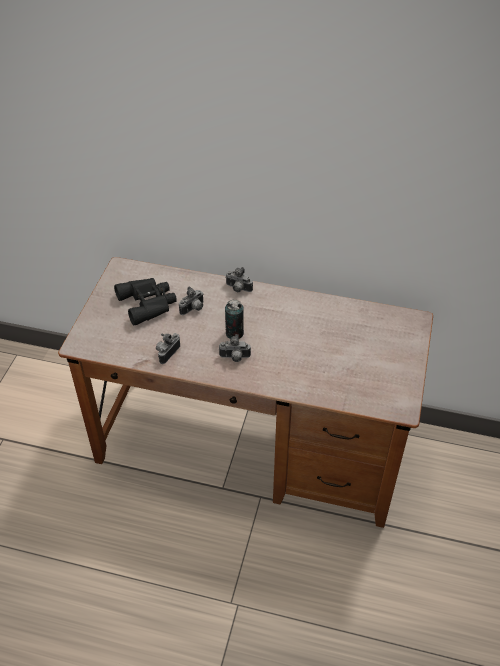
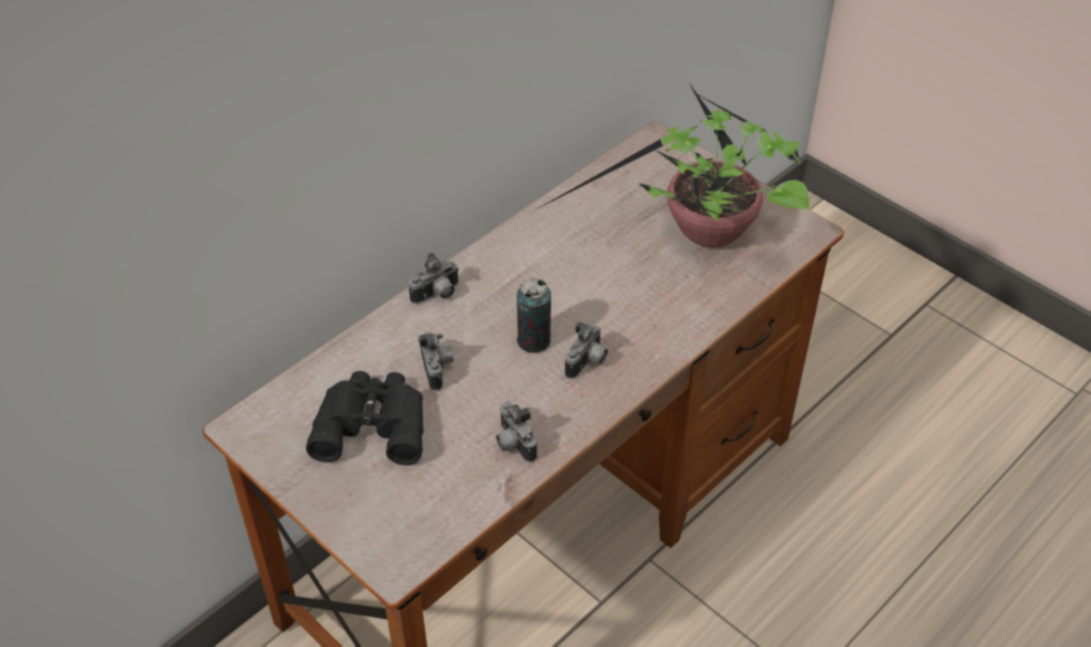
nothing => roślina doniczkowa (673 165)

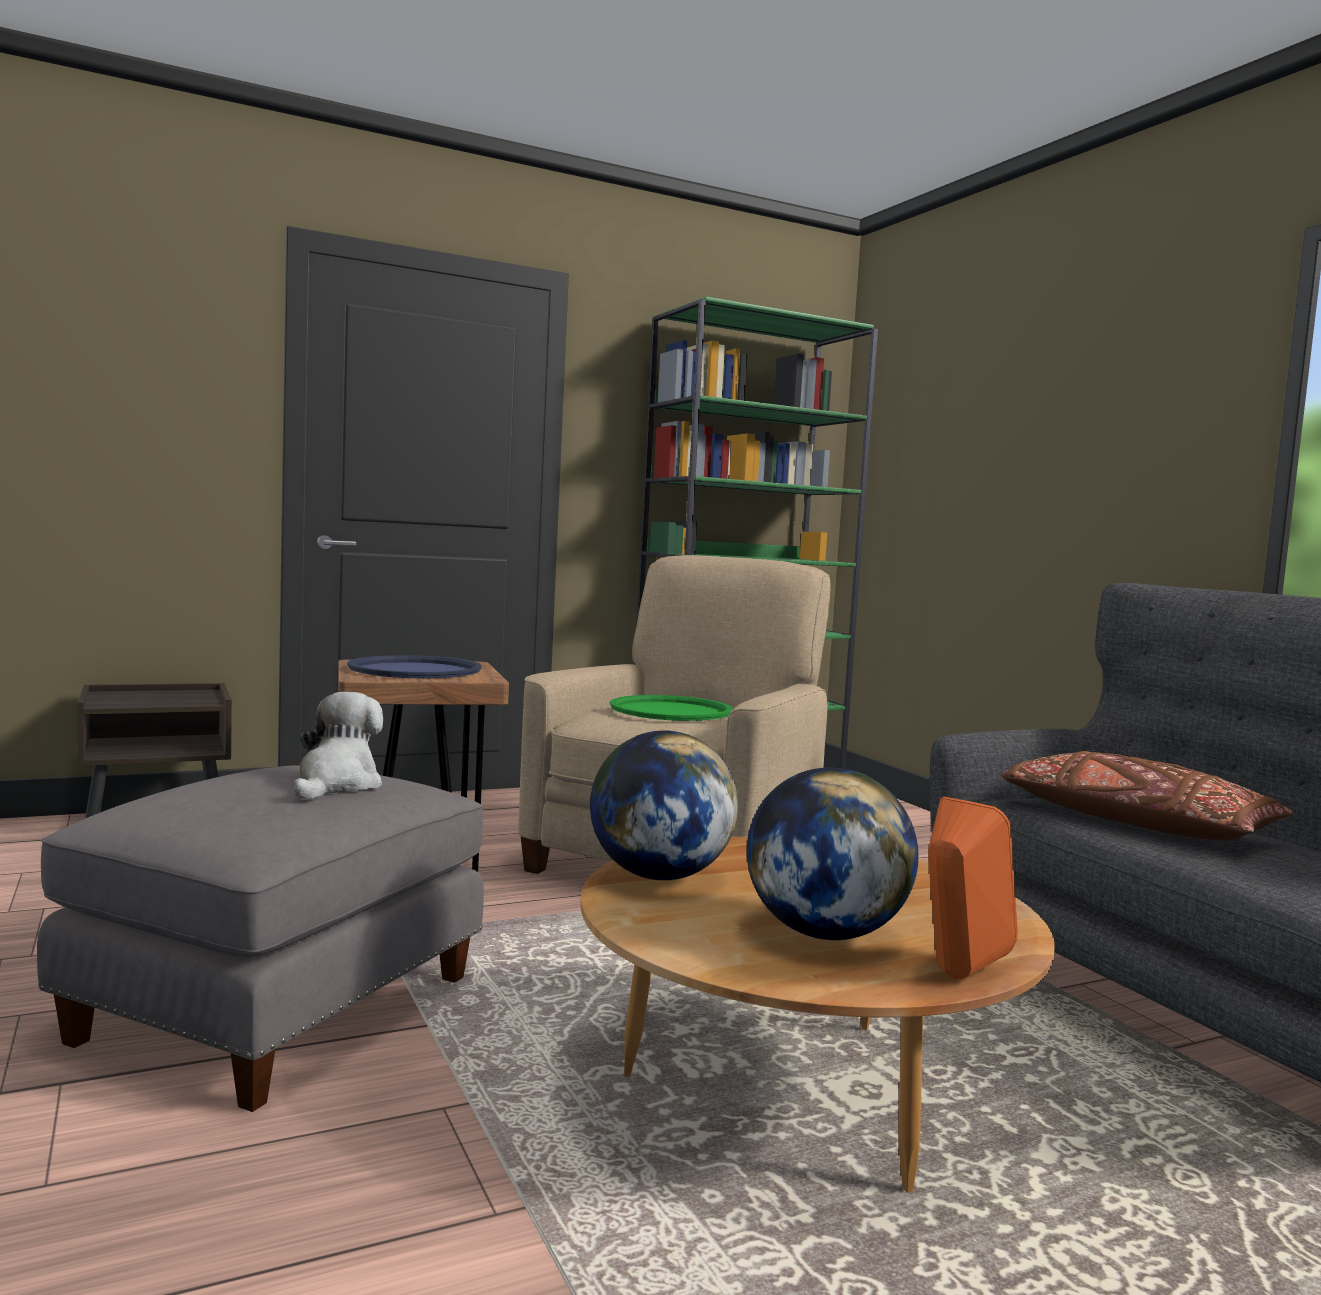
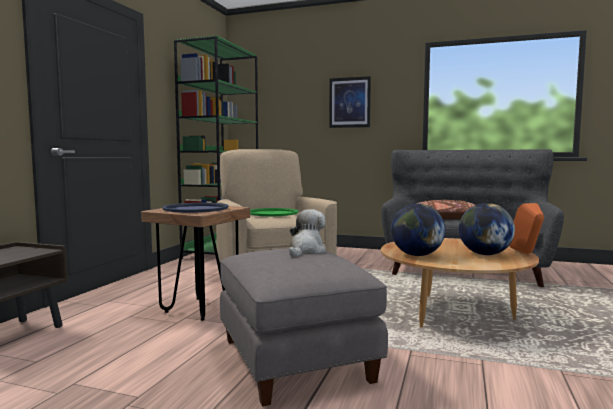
pluszak (338 745) => pluszak (307 233), 60 degrees clockwise
nothing => obraz (350 102)

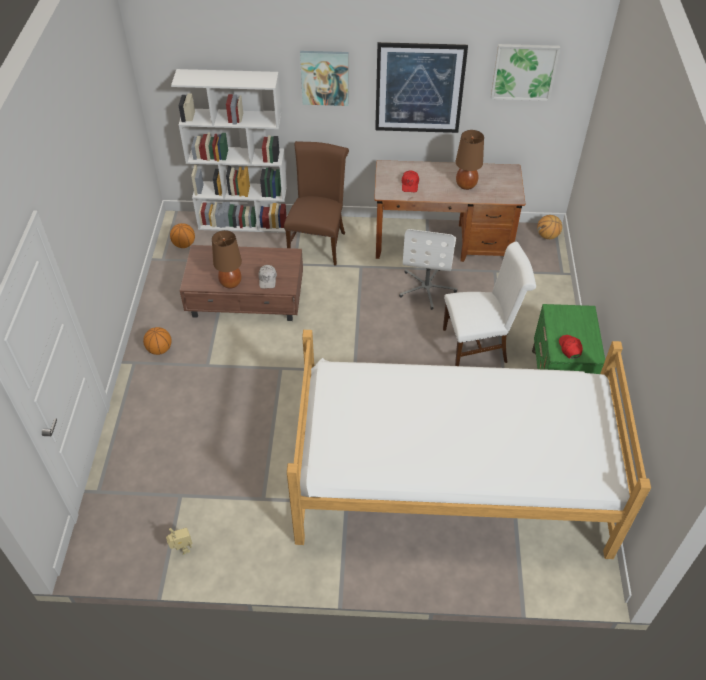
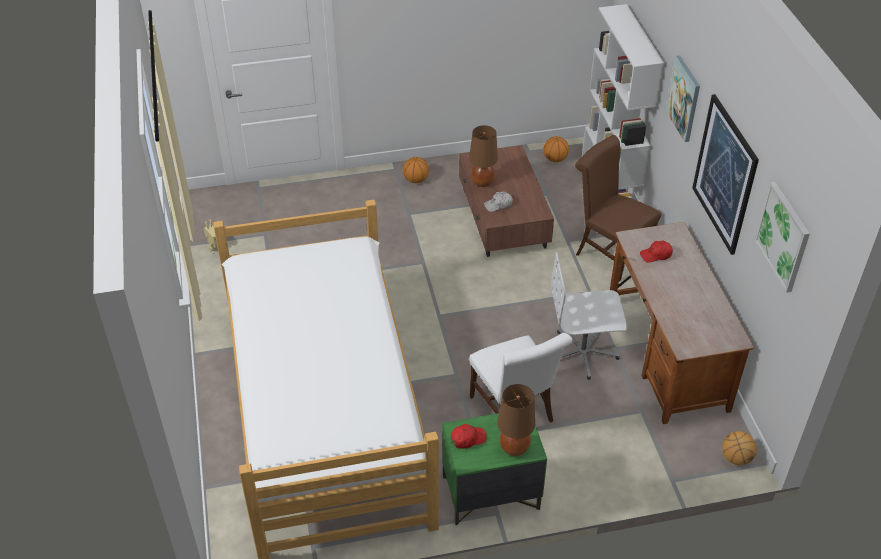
lampa stołowa [brązowy] (470 160) => lampa stołowa [brązowy] (516 420), relocated
krzesło [brązowy] (316 203) => krzesło [brązowy] (618 208), 135 degrees counterclockwise

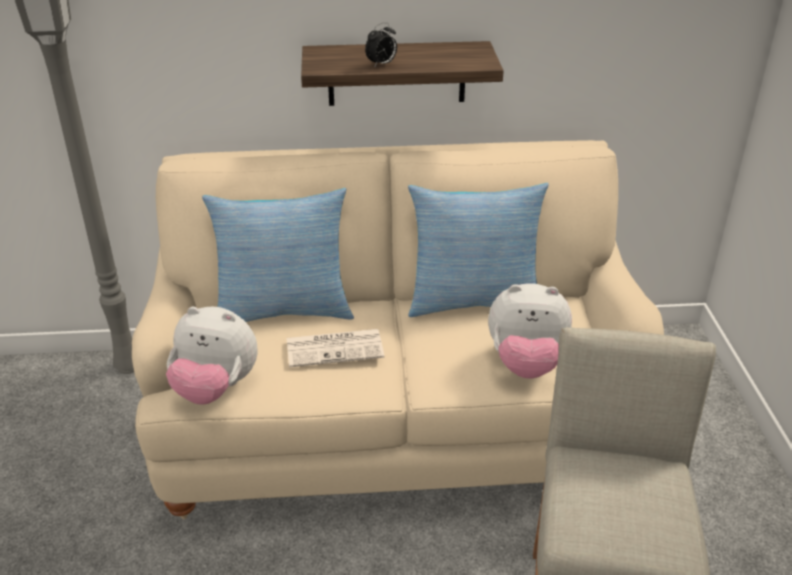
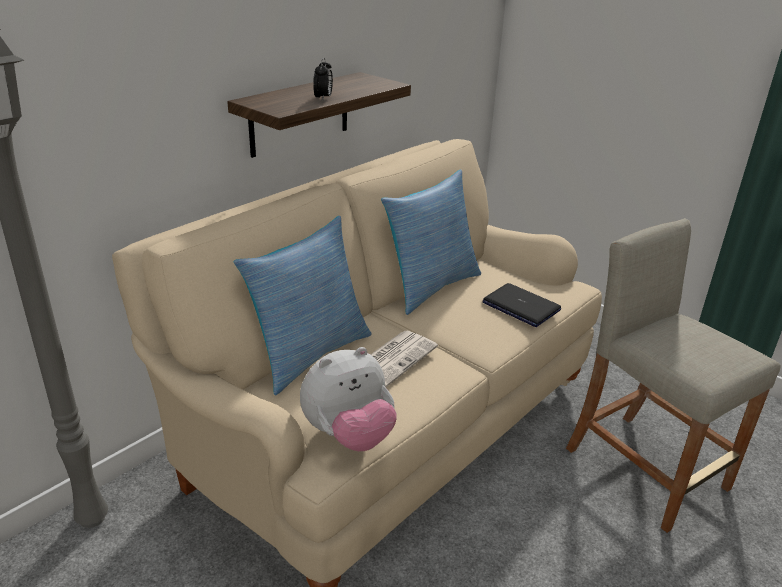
pluszak (530 331) => laptop (521 305)

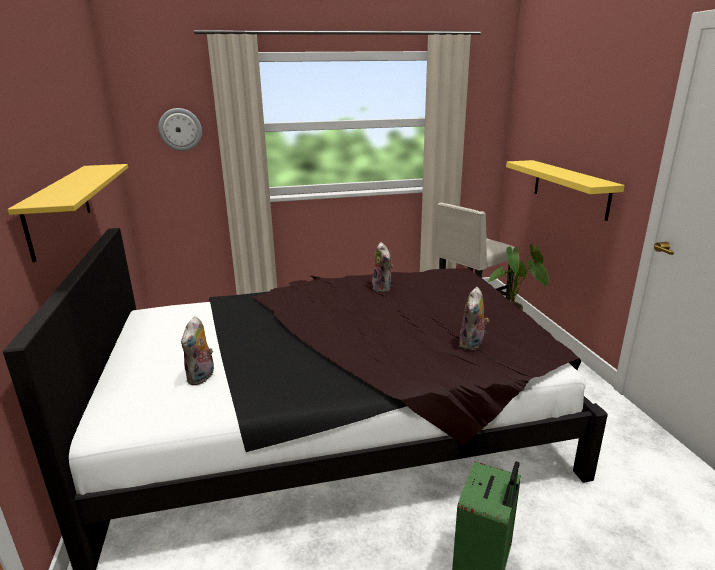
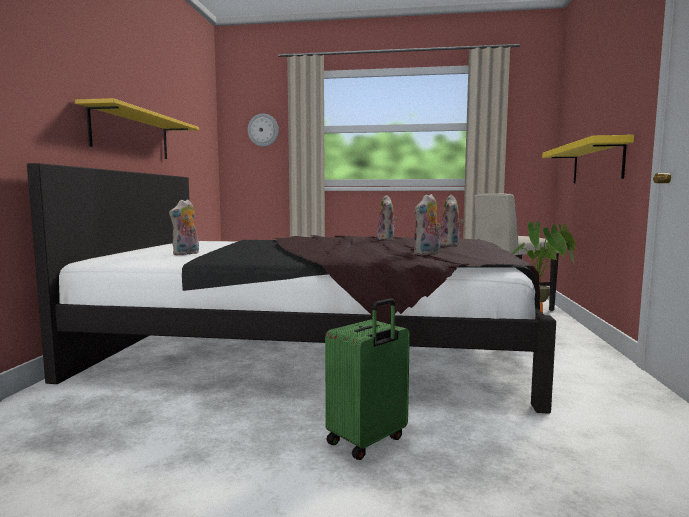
nothing => pluszak (451 220)

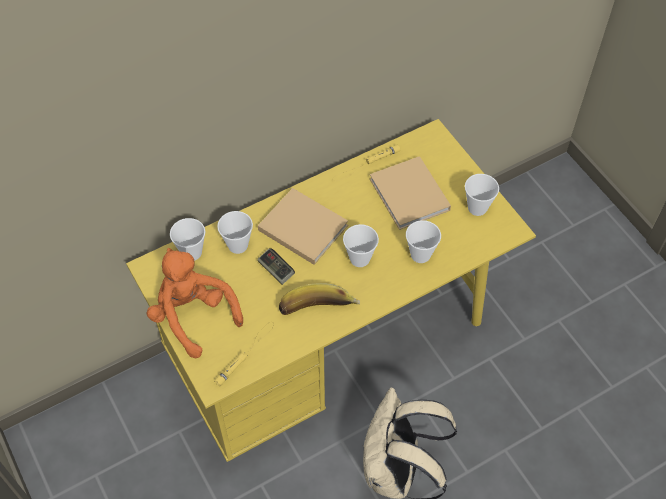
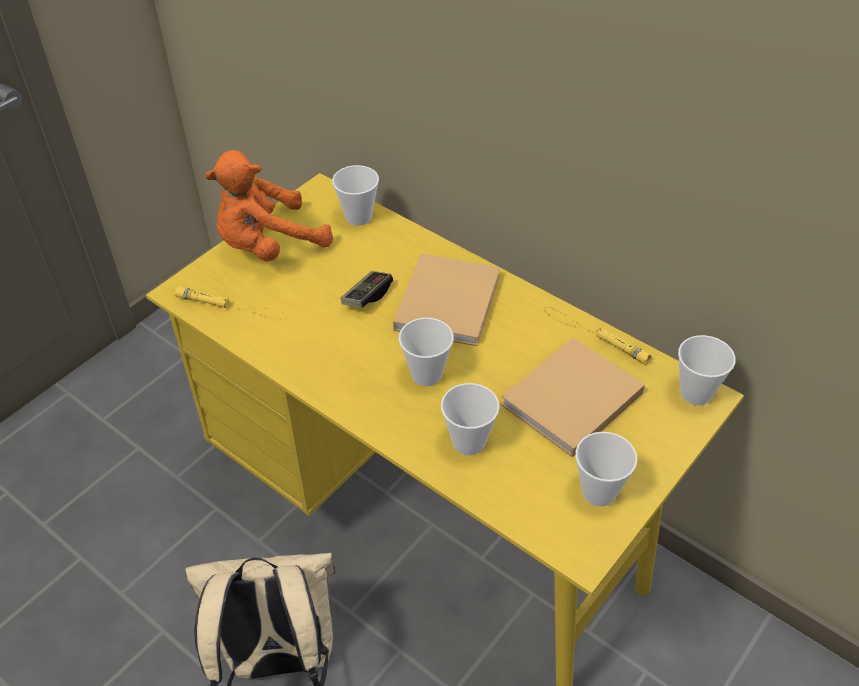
filiżanka (235 232) => filiżanka (707 370), relocated
pluszak [pomarańczowy] (195 303) => pluszak [pomarańczowy] (269 206), 150 degrees counterclockwise
banan (319 299) => nothing

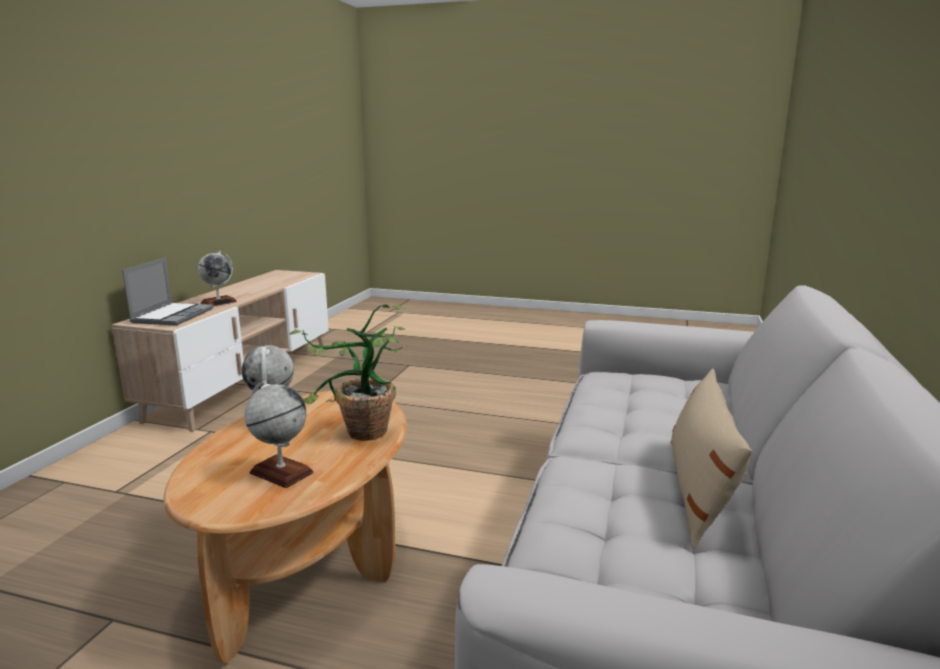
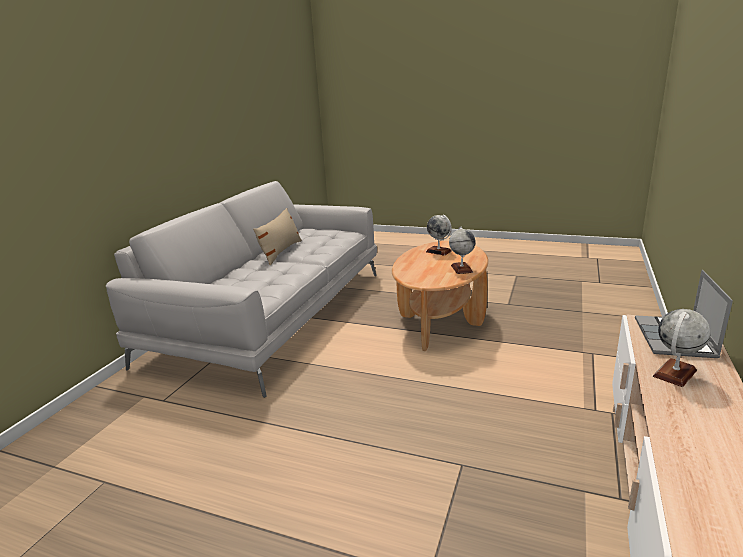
roślina doniczkowa (348 372) => nothing

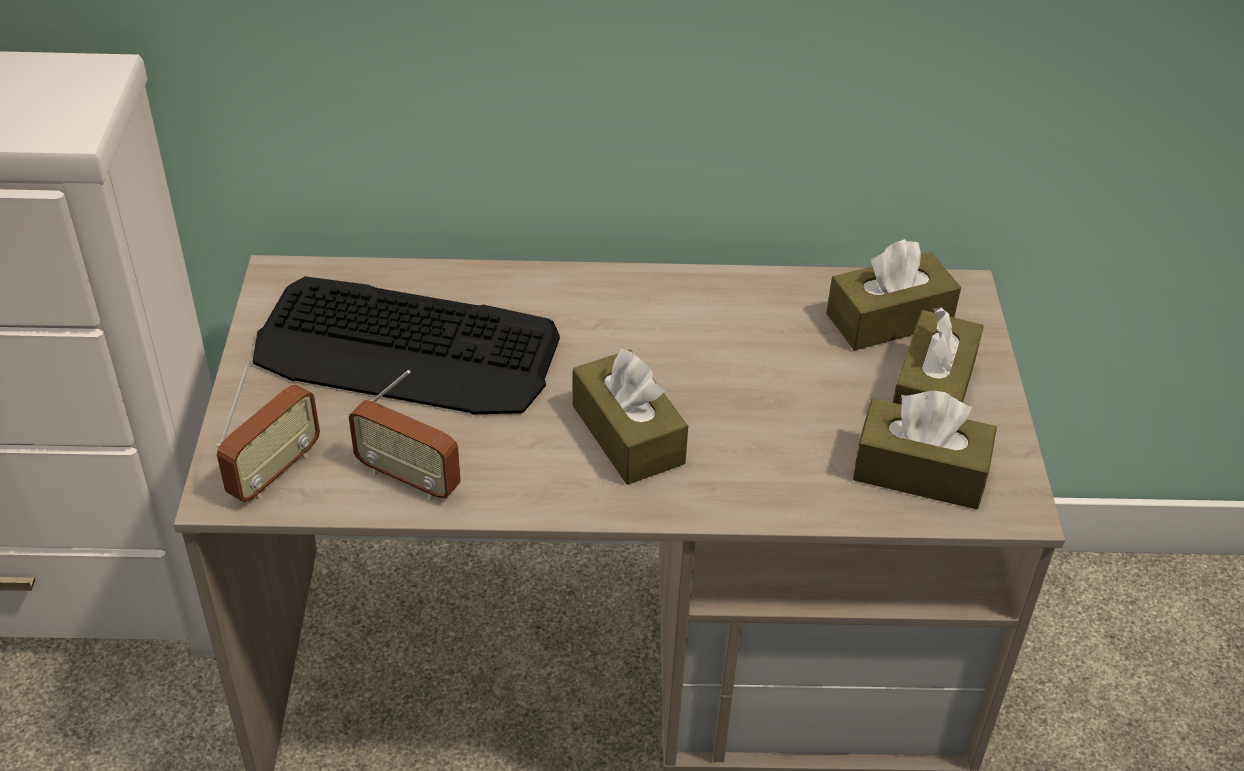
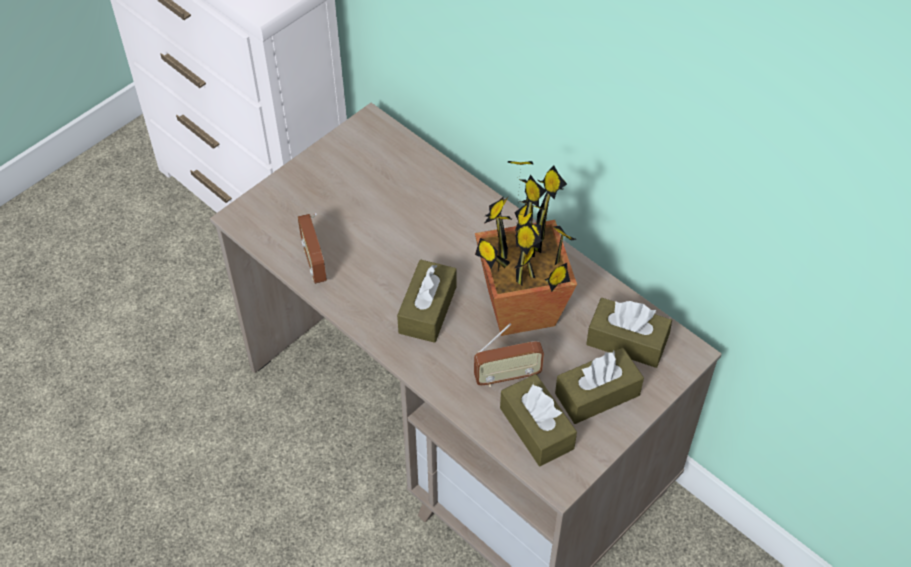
klawiatura (406 345) => nothing
radio (268 433) => radio (509 355), relocated
nothing => roślina doniczkowa (526 248)

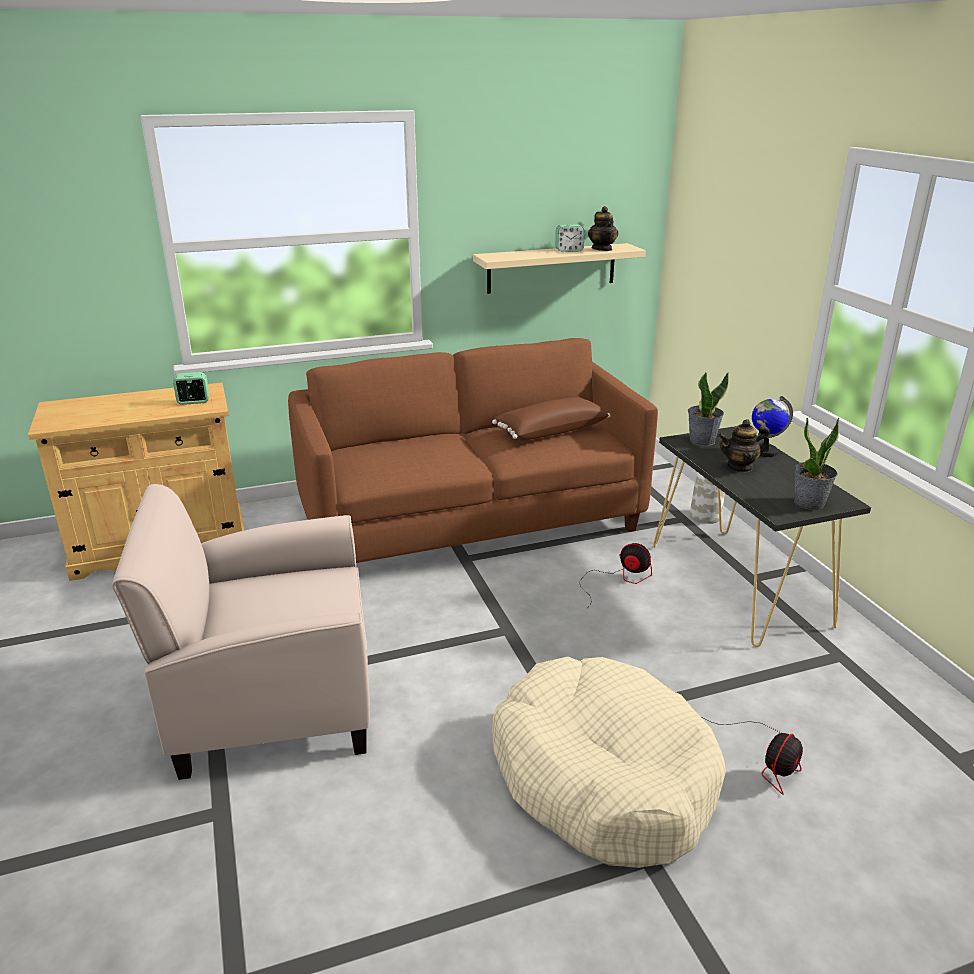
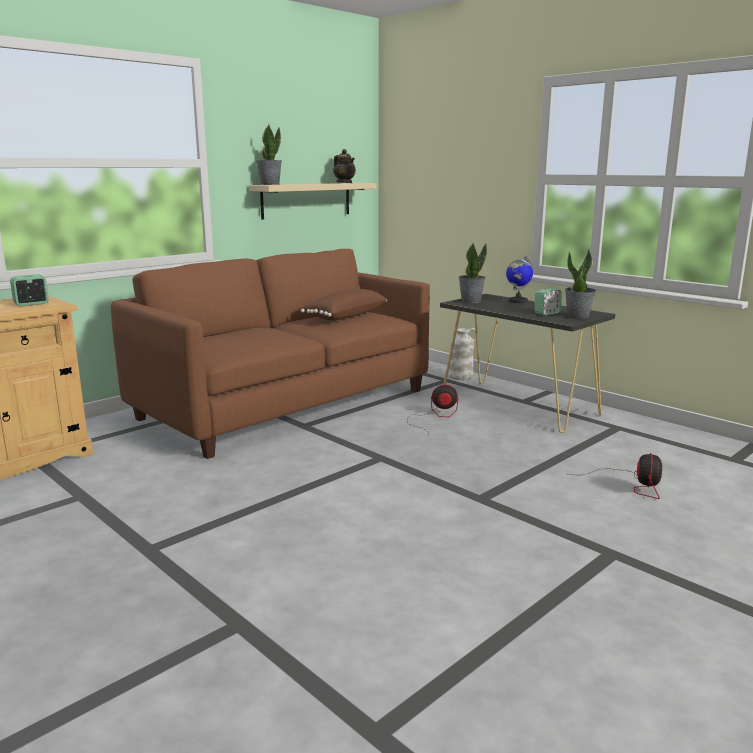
budzik (570 238) => budzik (548 301), relocated
imbryk (744 446) => nothing
fotel [beżowy] (241 632) => nothing
legowisko [beżowy] (609 762) => nothing
nothing => roślina doniczkowa (269 154)

